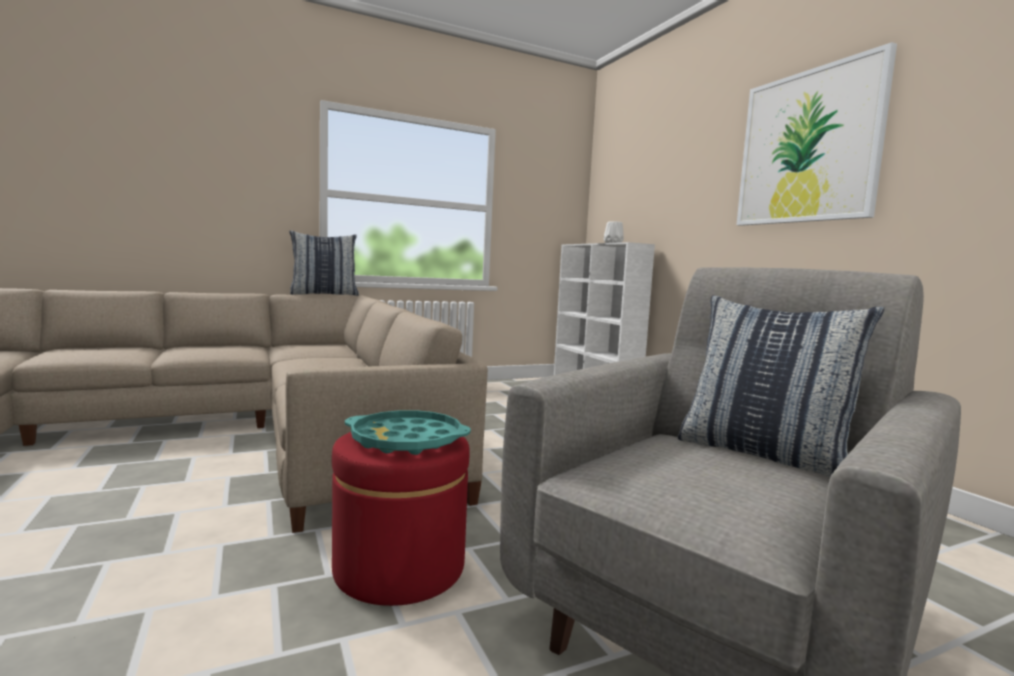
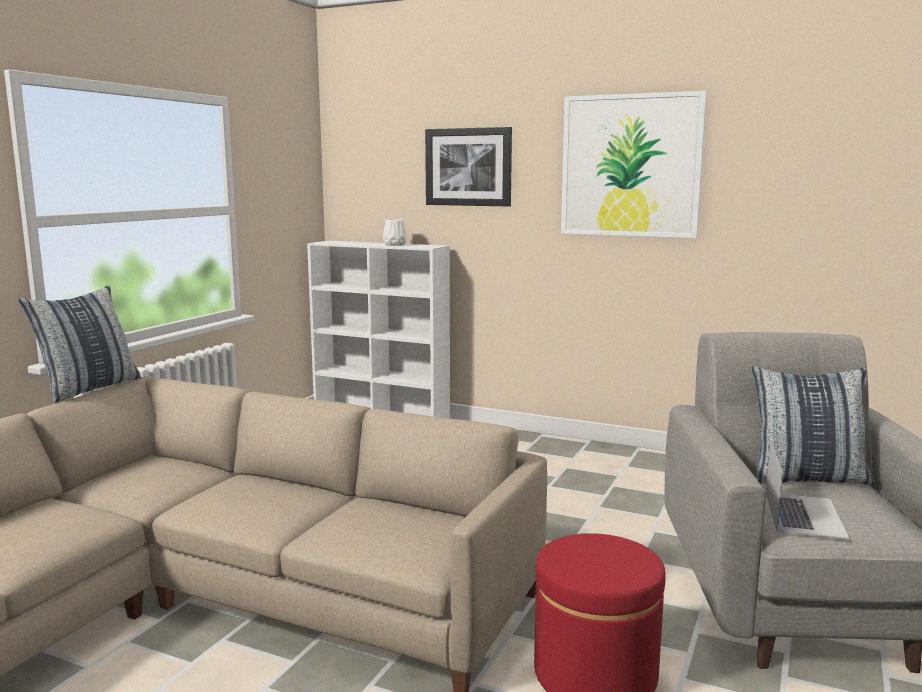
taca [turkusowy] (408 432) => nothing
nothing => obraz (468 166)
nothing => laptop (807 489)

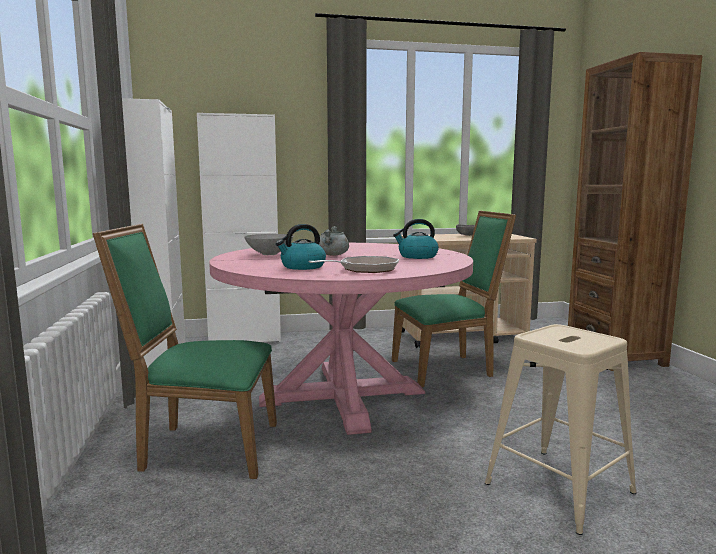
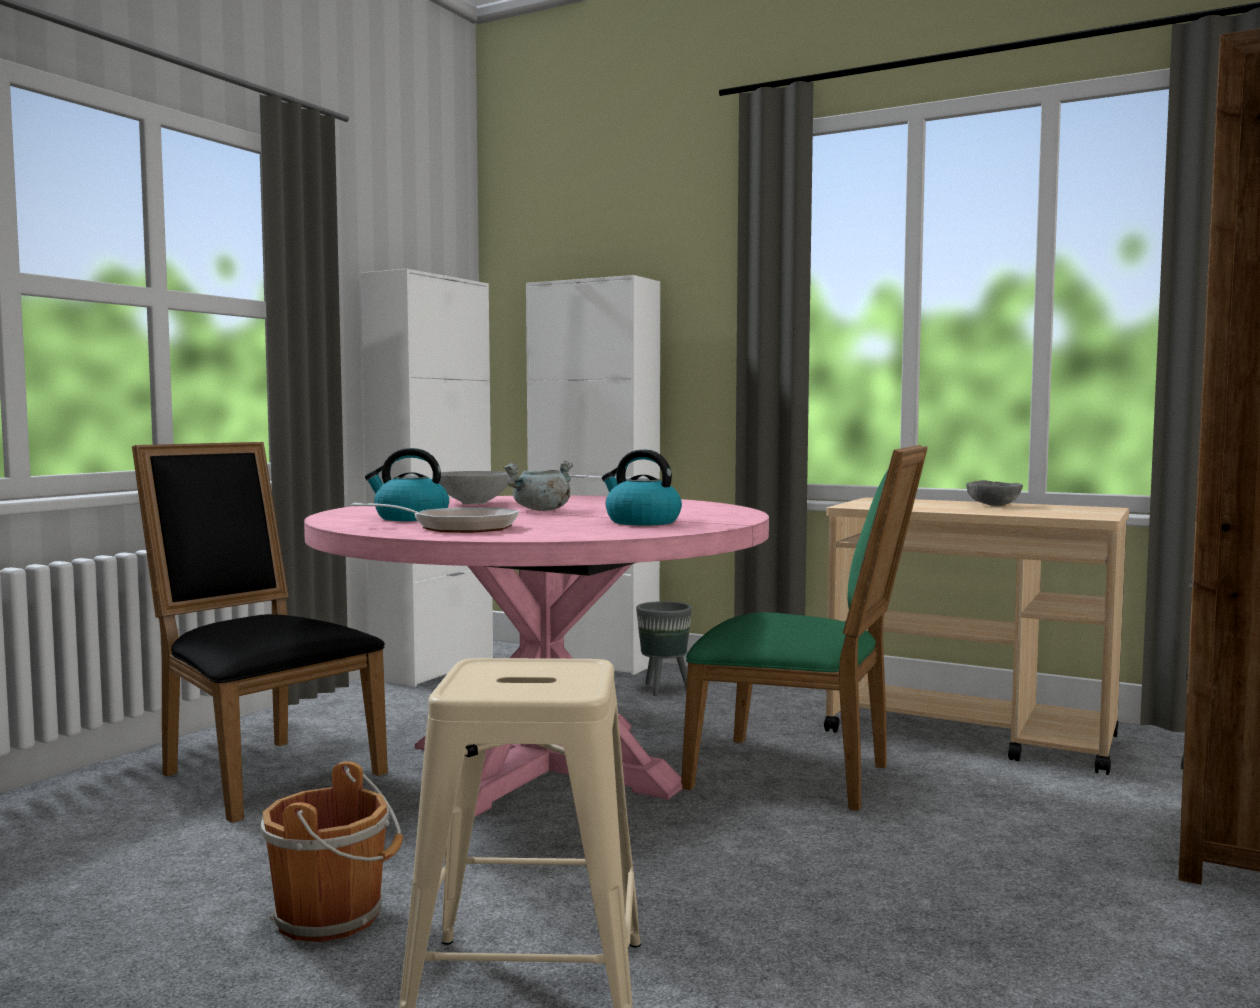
krzesło [zielony] (185 351) => krzesło [czarny] (260 632)
nothing => donica [szary] (664 648)
nothing => wiadro [brązowy] (332 851)

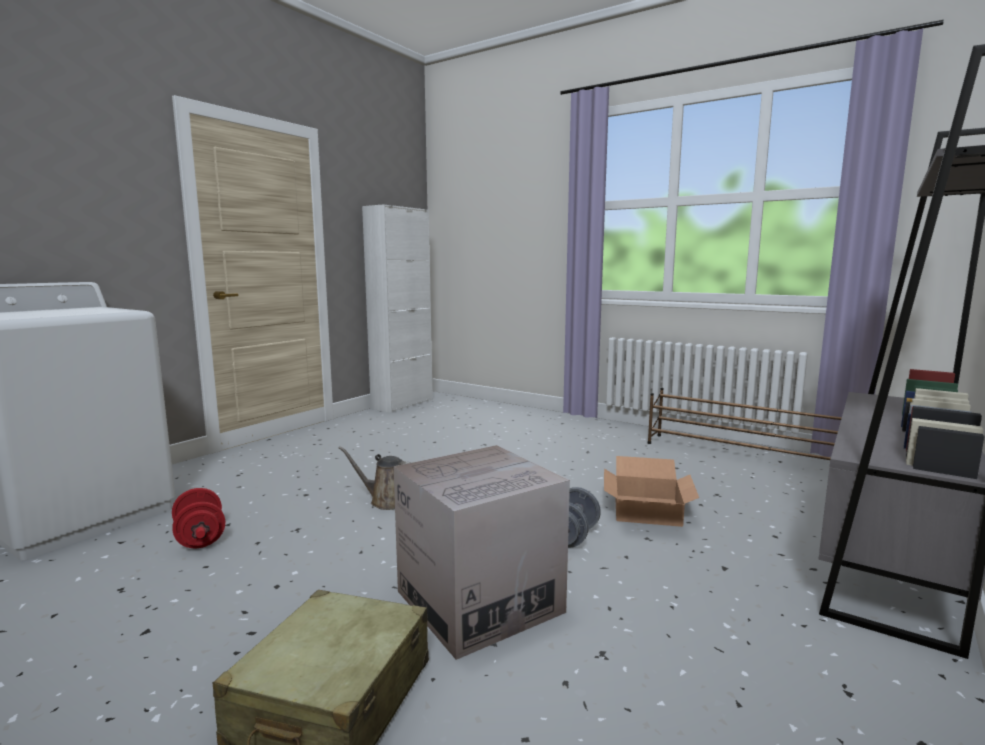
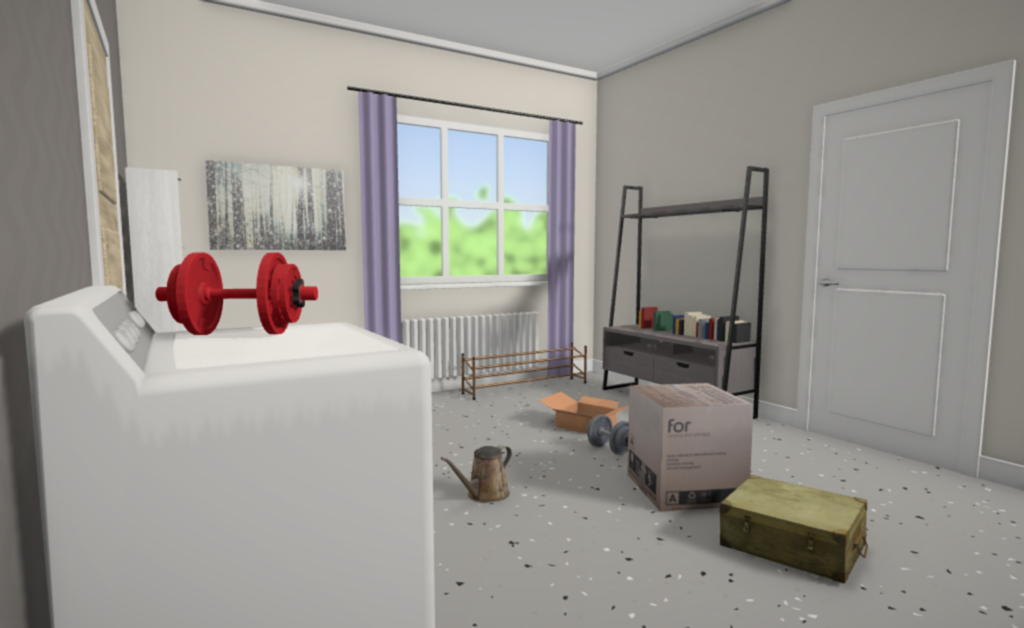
hantel [czerwony] (198 518) => hantel [czerwony] (237 293), relocated
nothing => obraz (275 205)

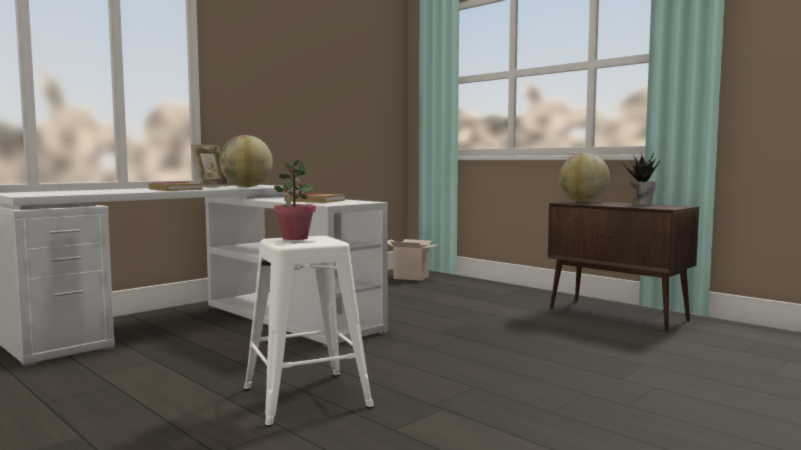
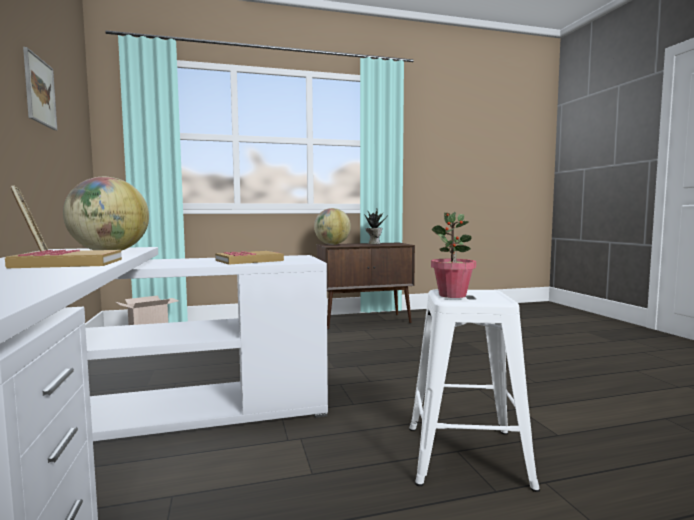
nothing => obraz (40 88)

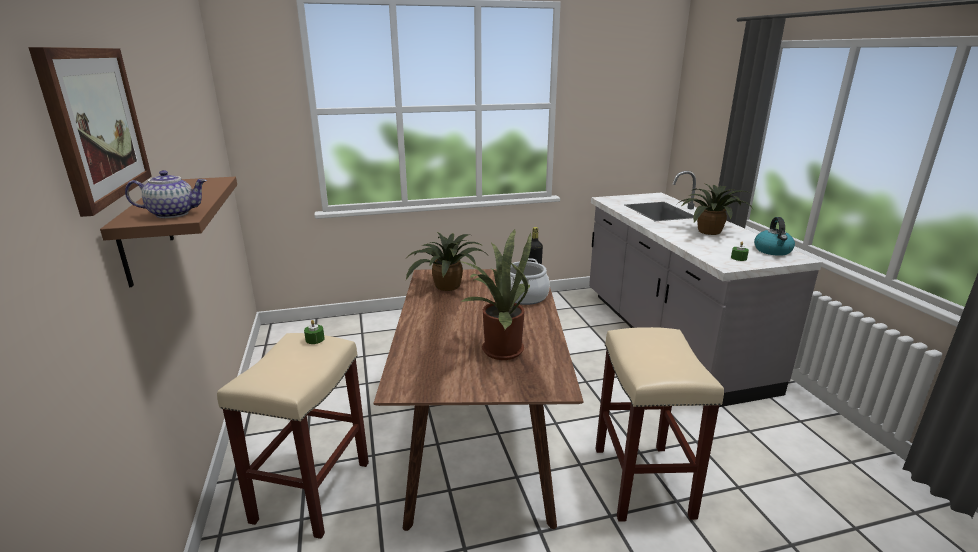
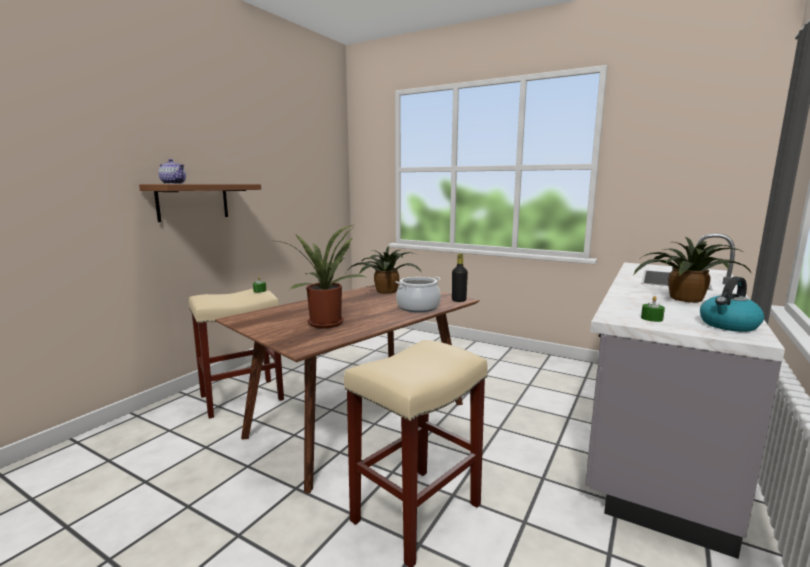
obraz (90 132) => nothing

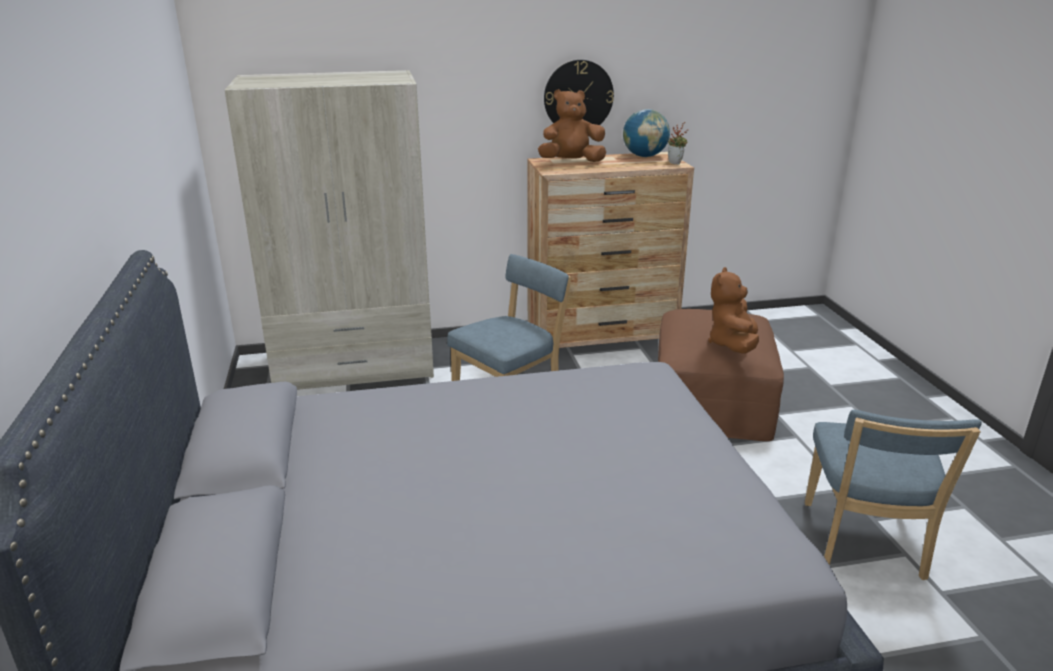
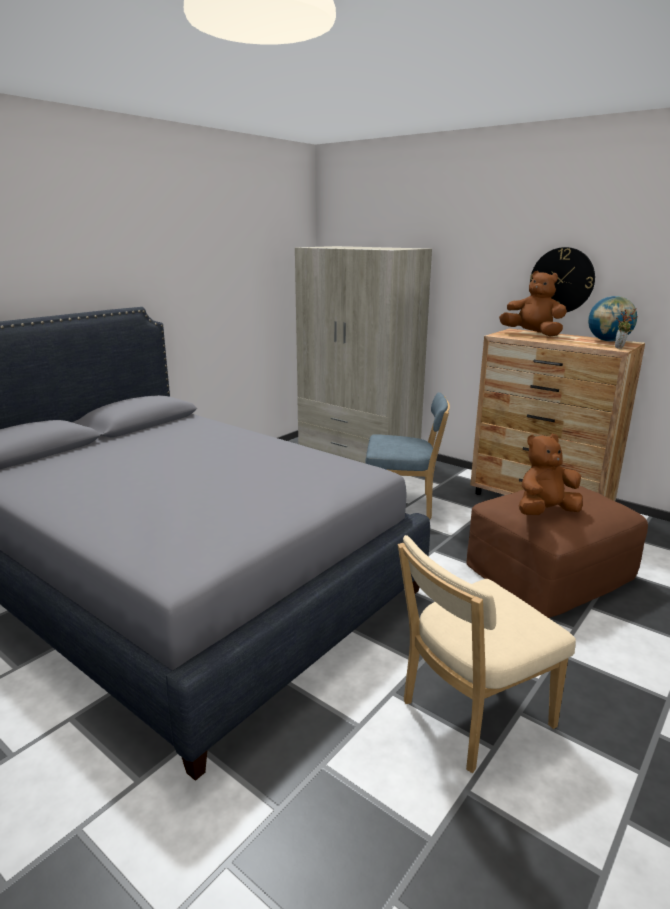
krzesło [niebieski] (893 495) => krzesło [beżowy] (487 654)

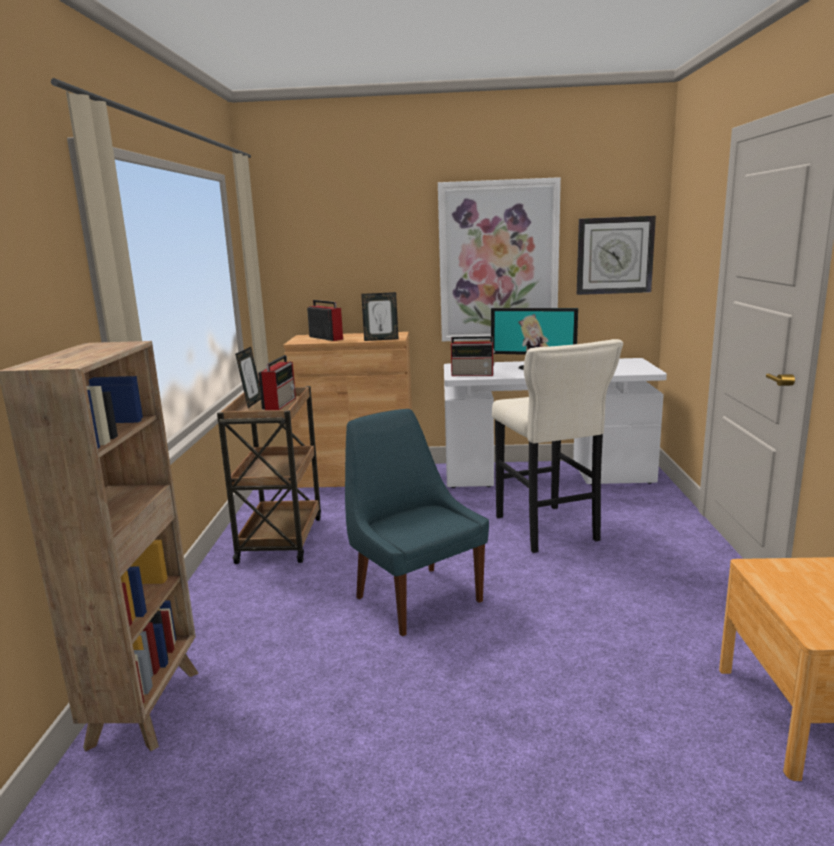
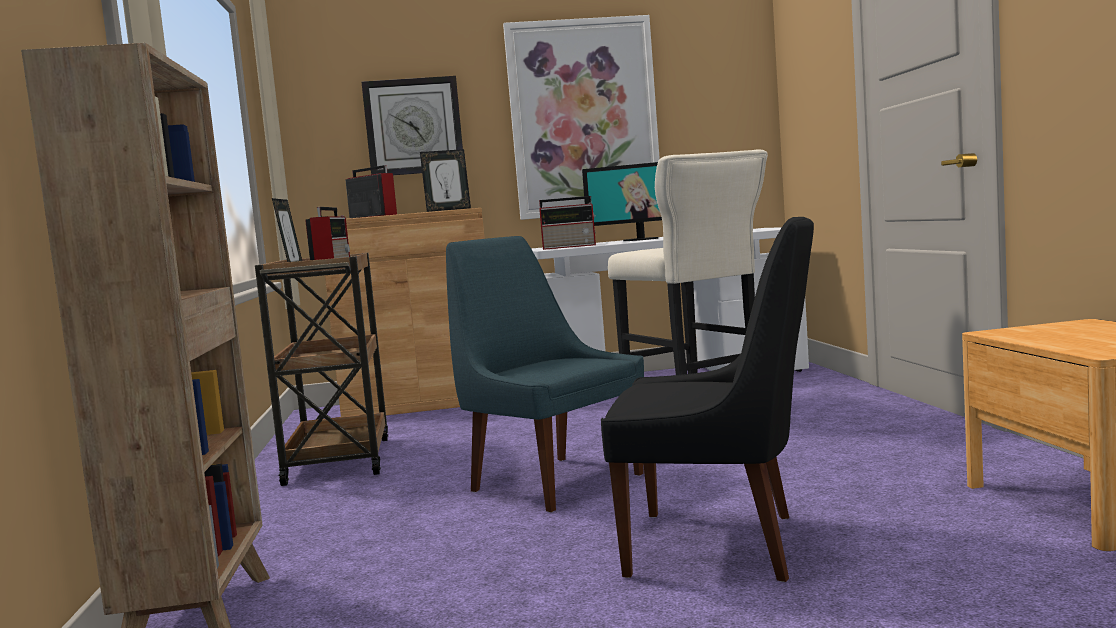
zegar ścienny (616 255) => zegar ścienny (412 125), relocated
nothing => krzesło [czarny] (707 399)

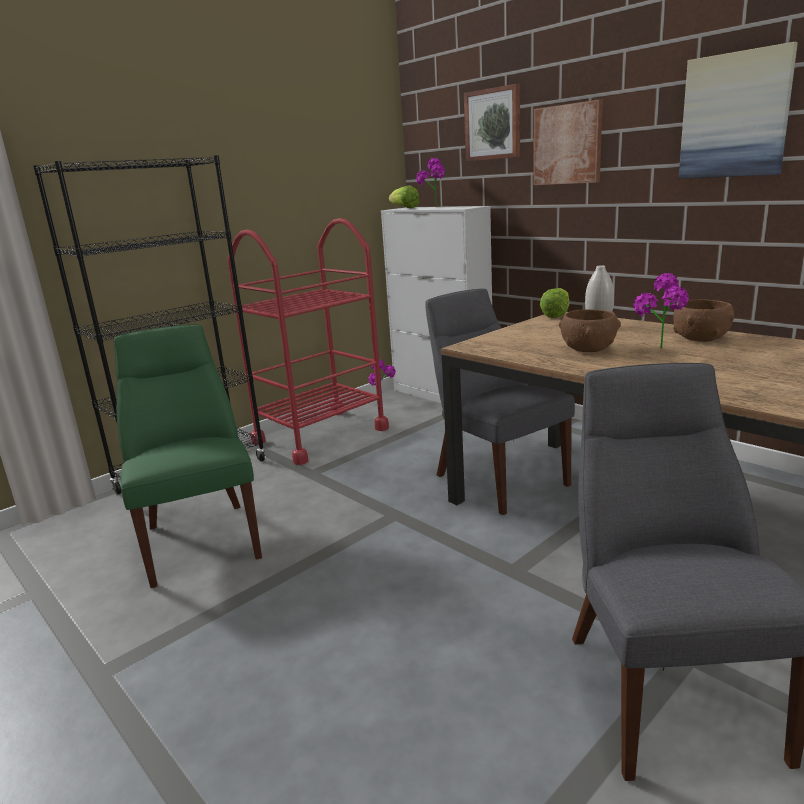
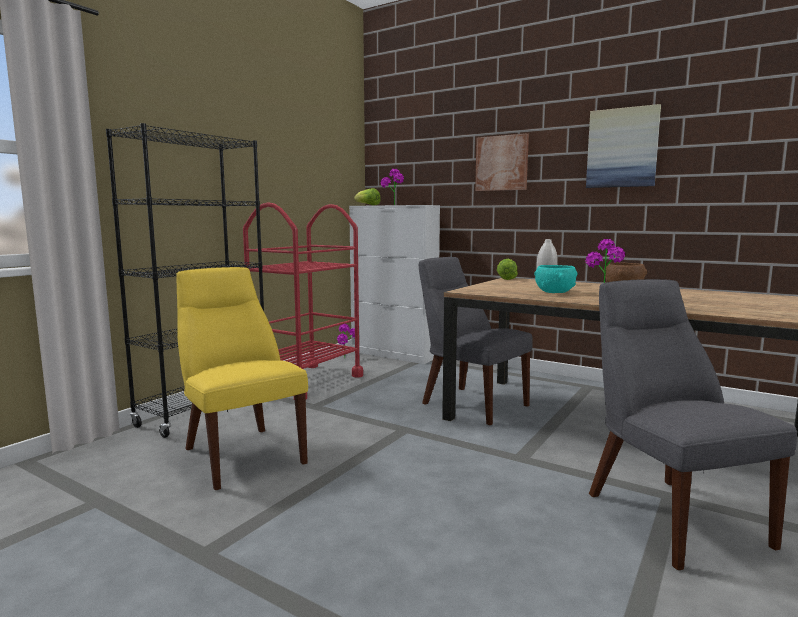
obraz (492 122) => nothing
miska [brązowy] (590 330) => miska [turkusowy] (556 279)
krzesło [zielony] (187 456) => krzesło [żółty] (242 378)

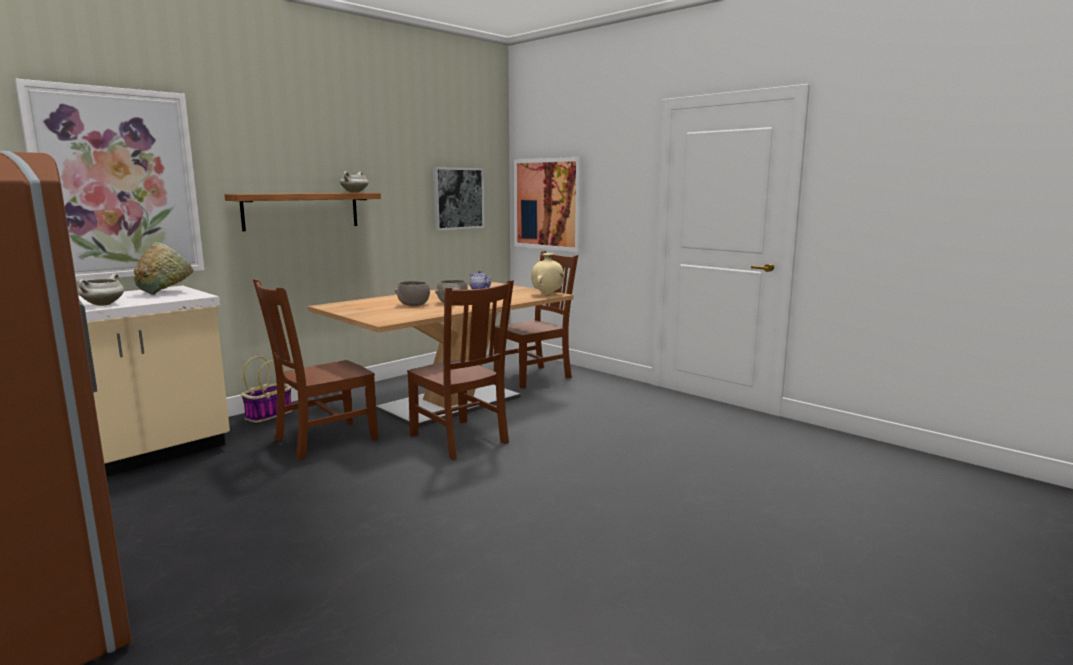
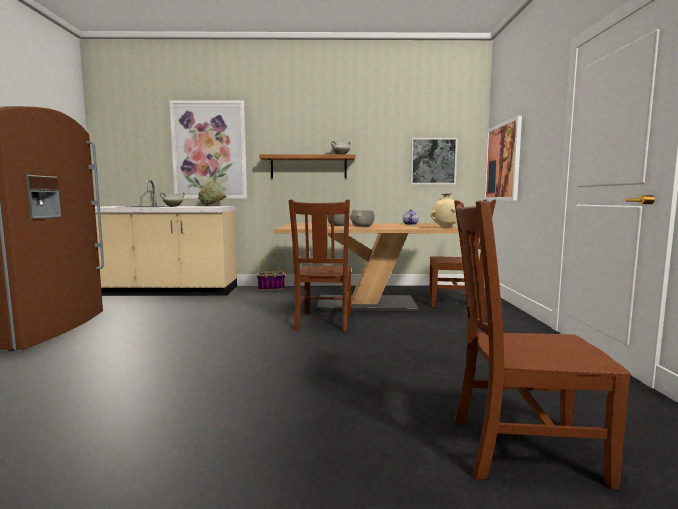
krzesło [brązowy] (315 369) => krzesło [brązowy] (542 344), relocated

